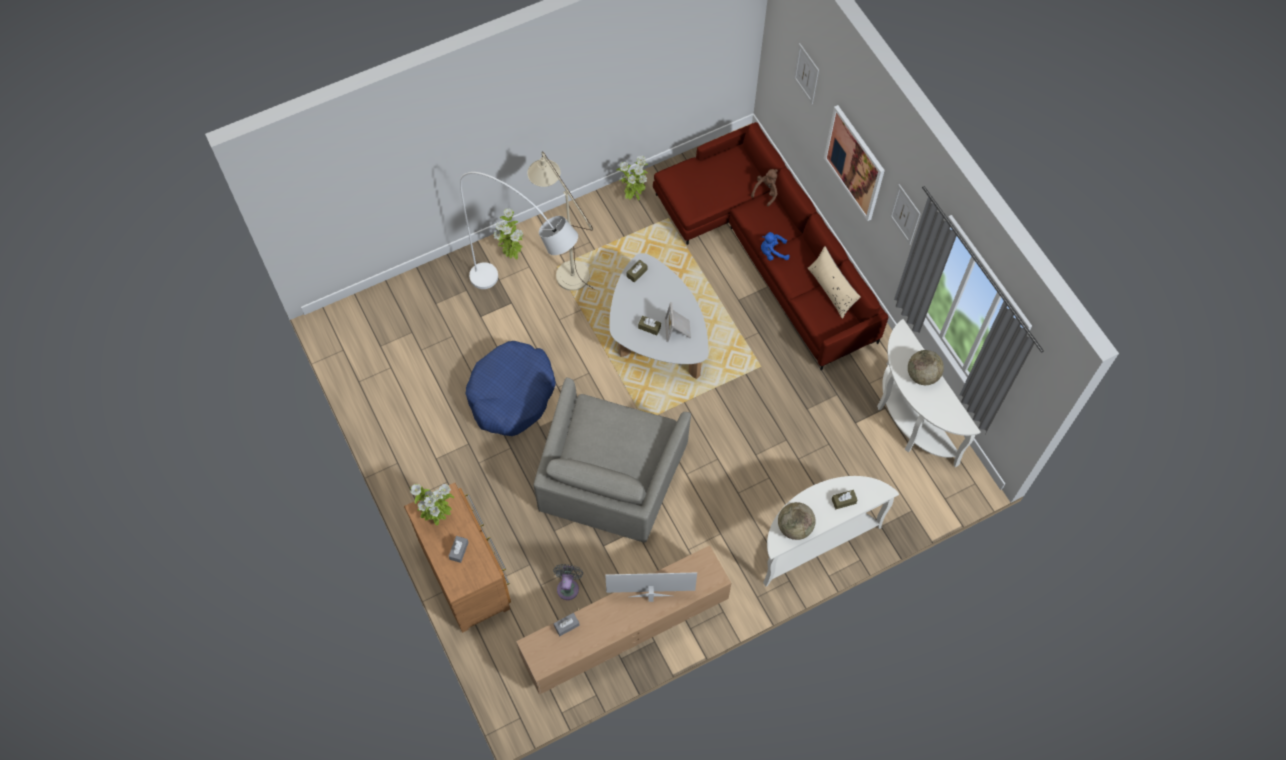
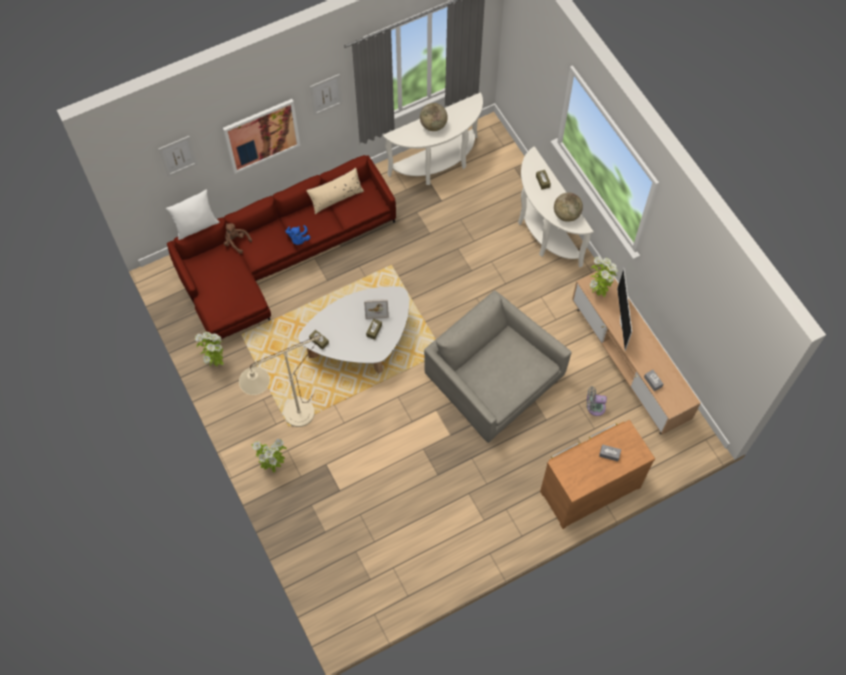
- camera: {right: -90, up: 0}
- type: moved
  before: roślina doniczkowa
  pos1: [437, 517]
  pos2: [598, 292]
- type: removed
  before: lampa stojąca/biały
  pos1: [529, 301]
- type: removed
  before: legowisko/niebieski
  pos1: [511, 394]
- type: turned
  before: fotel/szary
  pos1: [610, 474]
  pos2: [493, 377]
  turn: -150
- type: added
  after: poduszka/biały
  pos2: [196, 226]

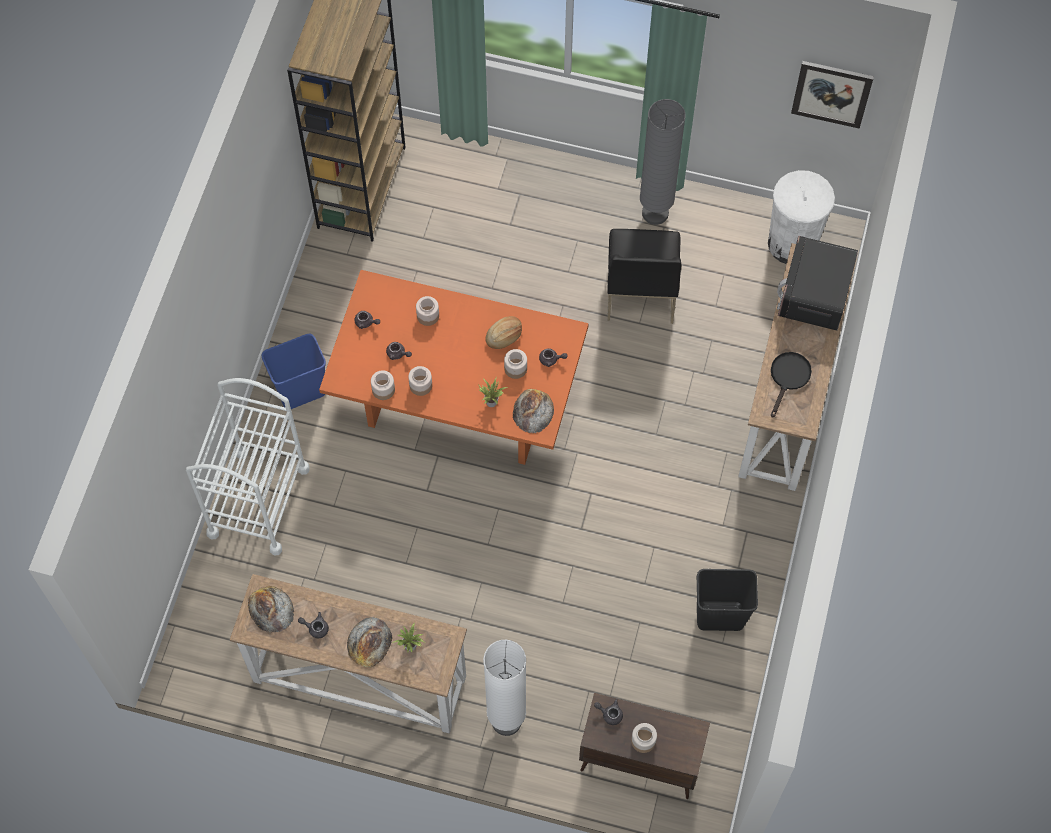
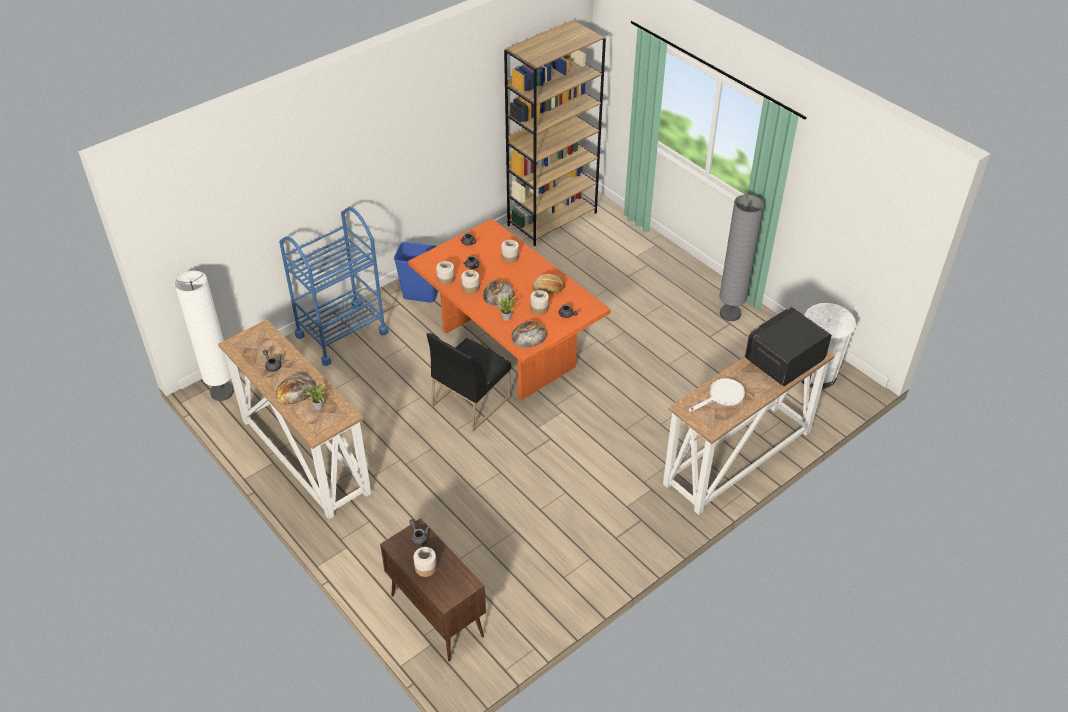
- camera: {right: 35, up: -20}
- type: recoloured
  before: wózek/biały
  after: wózek/niebieski
  pos1: [258, 501]
  pos2: [341, 334]
- type: moved
  before: chleb
  pos1: [270, 609]
  pos2: [498, 294]
- type: moved
  before: lampa stojąca/biały
  pos1: [506, 721]
  pos2: [222, 392]
- type: moved
  before: krzesło/czarny
  pos1: [640, 290]
  pos2: [471, 400]
- type: removed
  before: kosz na śmieci/czarny
  pos1: [719, 617]
- type: recoloured
  before: patelnia/czarny
  after: patelnia/biały
  pos1: [788, 378]
  pos2: [722, 396]
- type: removed
  before: obraz
  pos1: [831, 93]

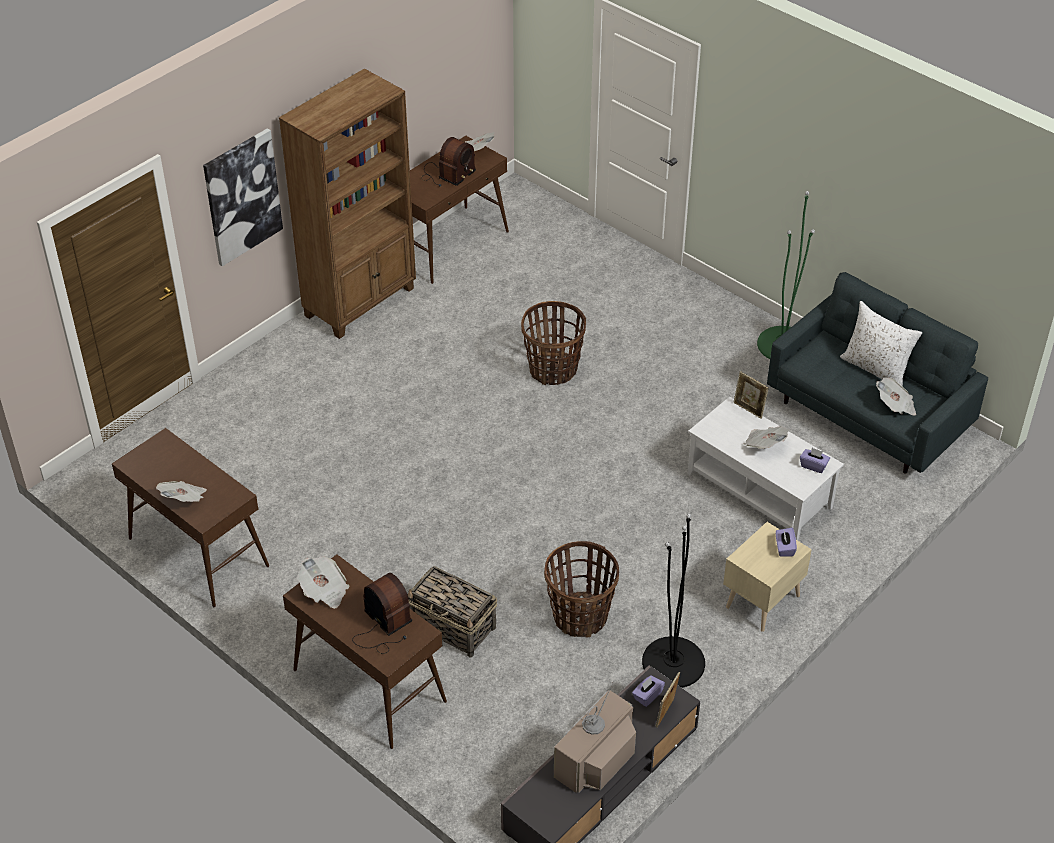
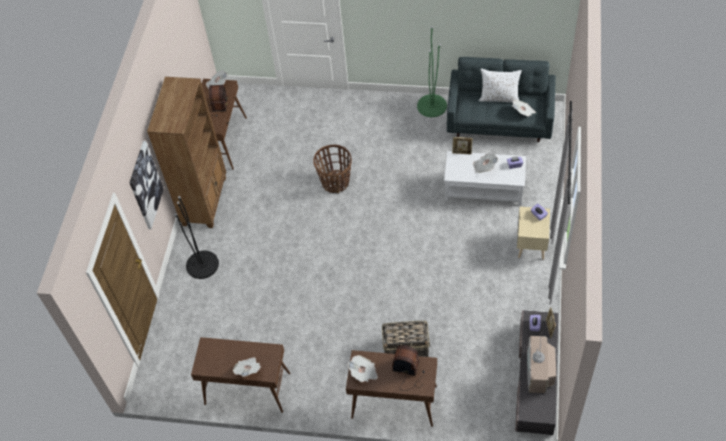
- camera: {right: -30, up: 10}
- type: removed
  before: koszyk
  pos1: [580, 616]
- type: moved
  before: lampa stojąca/czarny
  pos1: [673, 662]
  pos2: [202, 264]

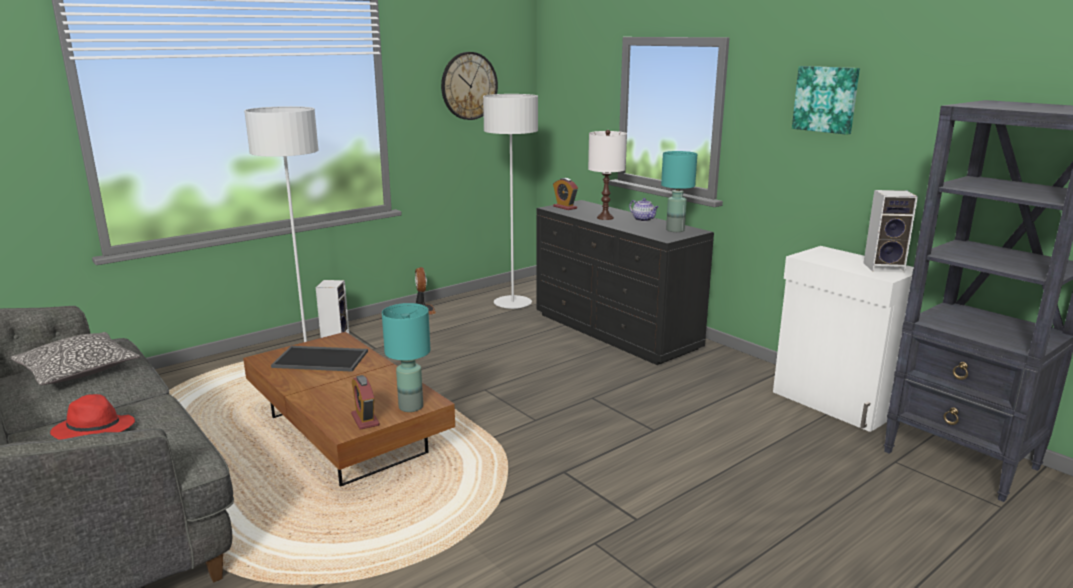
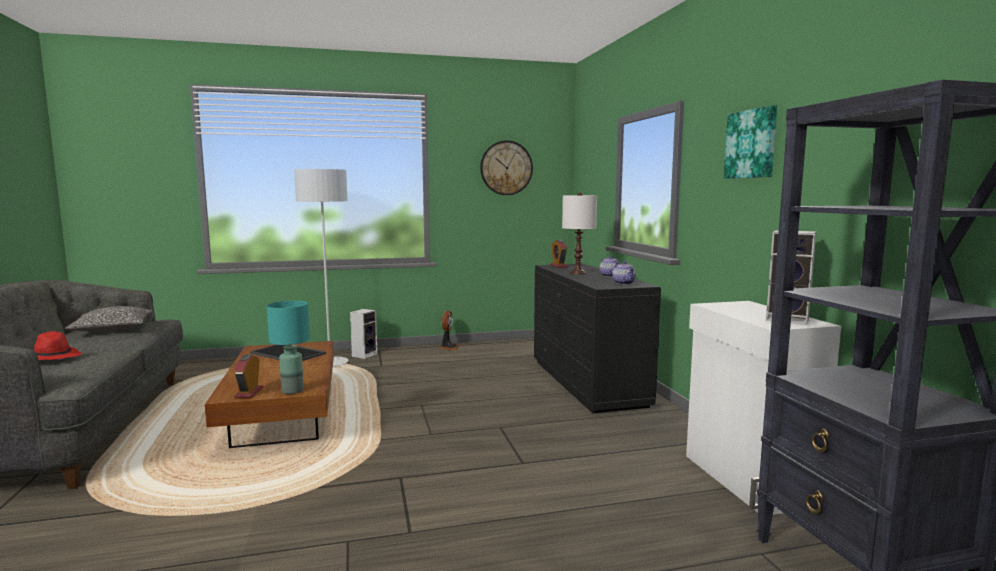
- camera: {right: 25, up: -10}
- type: removed
  before: lampa stojąca/szary
  pos1: [512, 304]
- type: replaced
  before: lampa stołowa/turkusowy
  after: imbryk
  pos1: [675, 230]
  pos2: [624, 283]

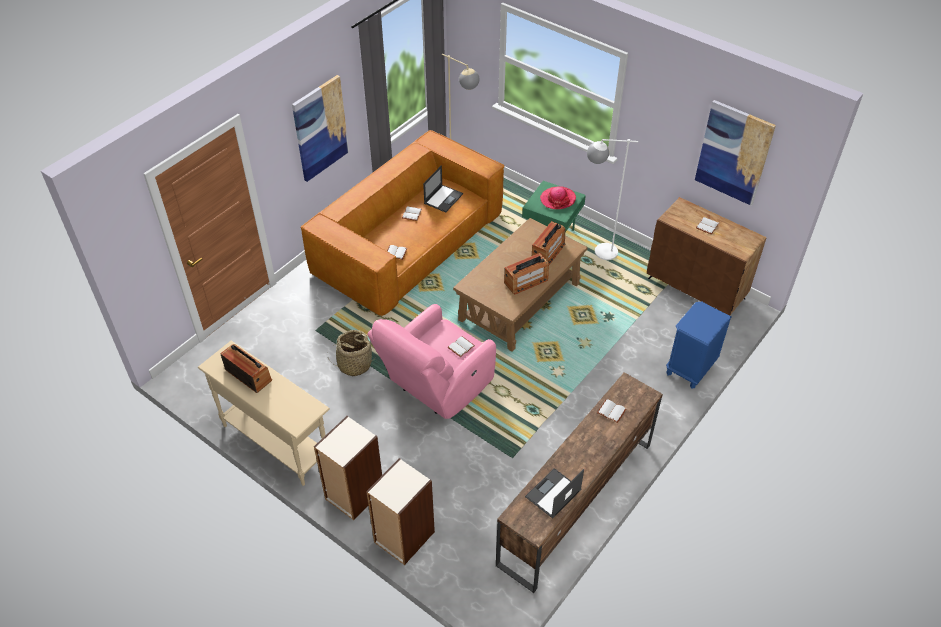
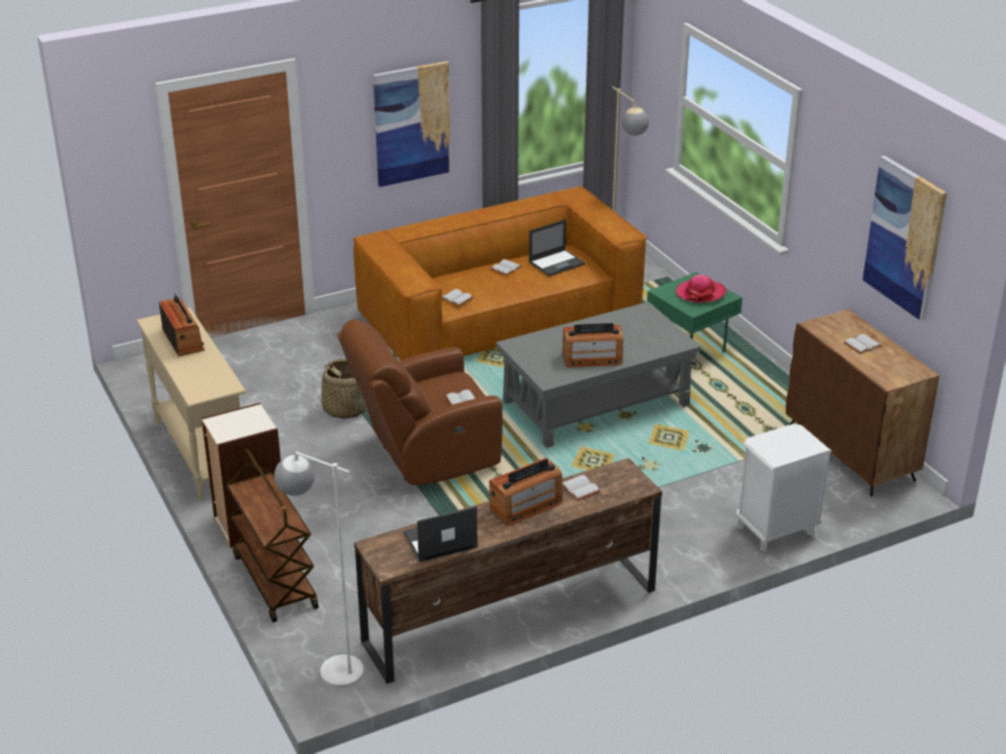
- camera: {right: 25, up: -15}
- type: replaced
  before: regał
  after: wózek/brązowy
  pos1: [403, 537]
  pos2: [274, 581]
- type: recoloured
  before: fotel/różowy
  after: fotel/brązowy
  pos1: [435, 387]
  pos2: [424, 455]
- type: recoloured
  before: ława/brązowy
  after: ława/szary
  pos1: [519, 301]
  pos2: [596, 403]
- type: moved
  before: radio
  pos1: [548, 251]
  pos2: [526, 506]
- type: moved
  before: lampa stojąca/biały
  pos1: [597, 252]
  pos2: [329, 667]
- type: recoloured
  before: szafka nocna/niebieski
  after: szafka nocna/biały
  pos1: [690, 368]
  pos2: [775, 530]

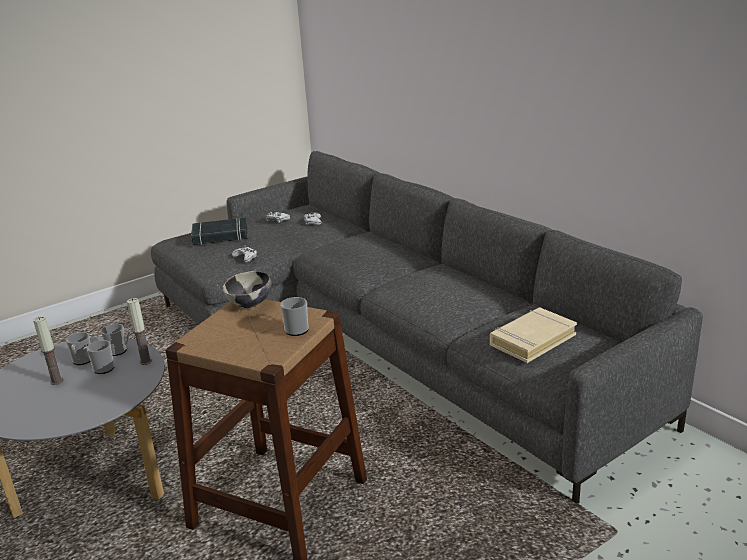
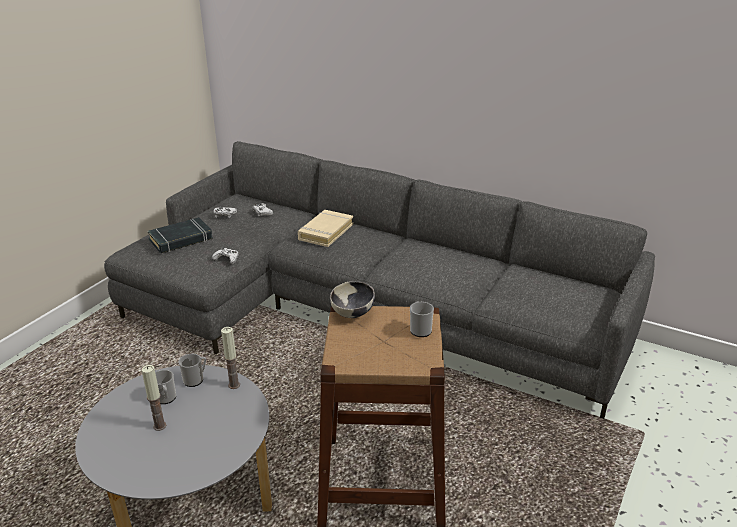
- camera: {right: -25, up: 5}
- type: removed
  before: kubek
  pos1: [101, 368]
- type: moved
  before: książka/beżowy
  pos1: [532, 340]
  pos2: [325, 232]

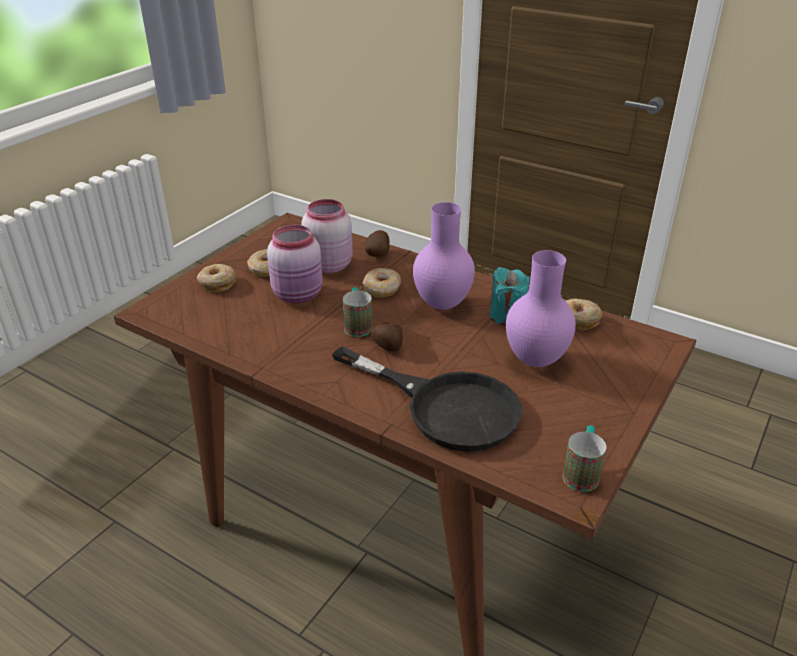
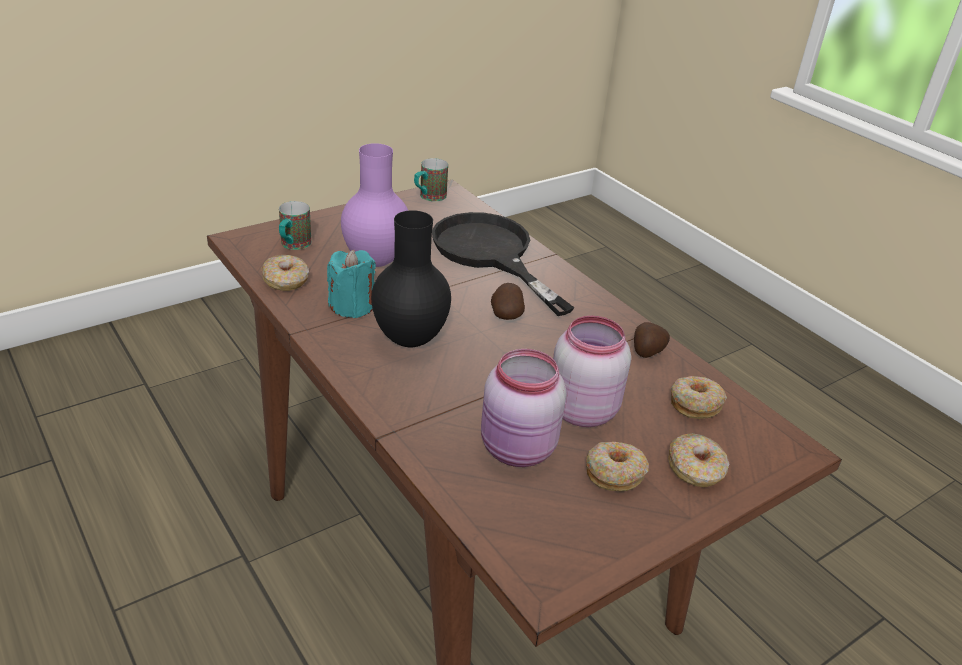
- camera: {right: -160, up: 0}
- type: moved
  before: kubek
  pos1: [357, 325]
  pos2: [293, 246]
- type: moved
  before: donut
  pos1: [382, 289]
  pos2: [695, 404]
- type: moved
  before: ziemniak
  pos1: [378, 253]
  pos2: [647, 352]
- type: recoloured
  before: wazon/fioletowy
  after: wazon/czarny
  pos1: [443, 305]
  pos2: [409, 339]

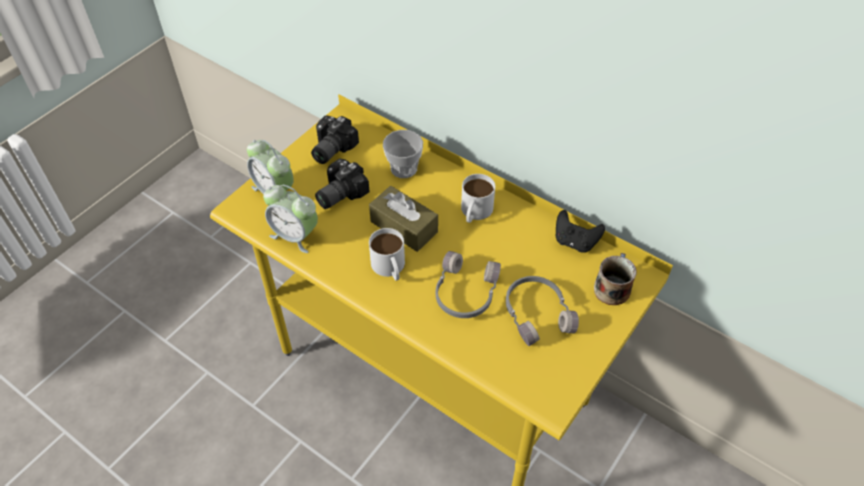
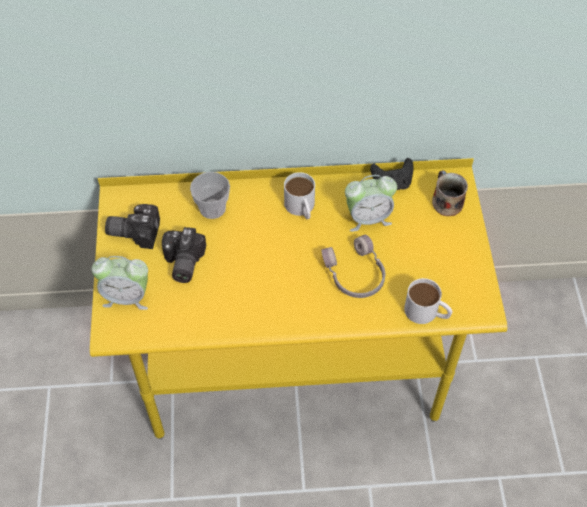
- camera: {right: -40, up: 5}
- type: moved
  before: budzik
  pos1: [295, 235]
  pos2: [368, 218]
- type: turned
  before: aparat fotograficzny
  pos1: [330, 149]
  pos2: [134, 230]
  turn: 105
- type: removed
  before: pudełko chusteczek/brązowy
  pos1: [404, 227]
- type: moved
  before: kubek/biały
  pos1: [390, 268]
  pos2: [427, 312]
- type: removed
  before: słuchawki/szary
  pos1: [537, 314]

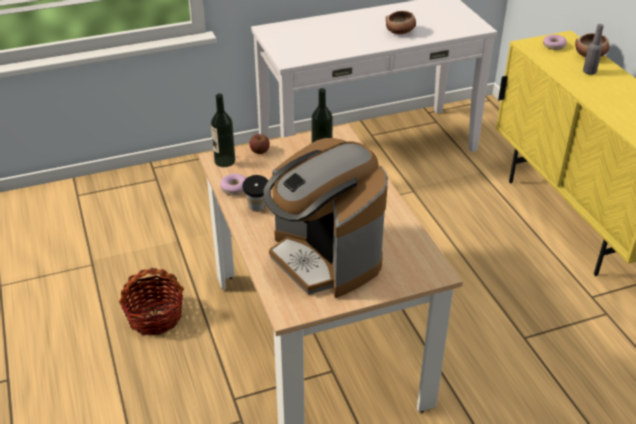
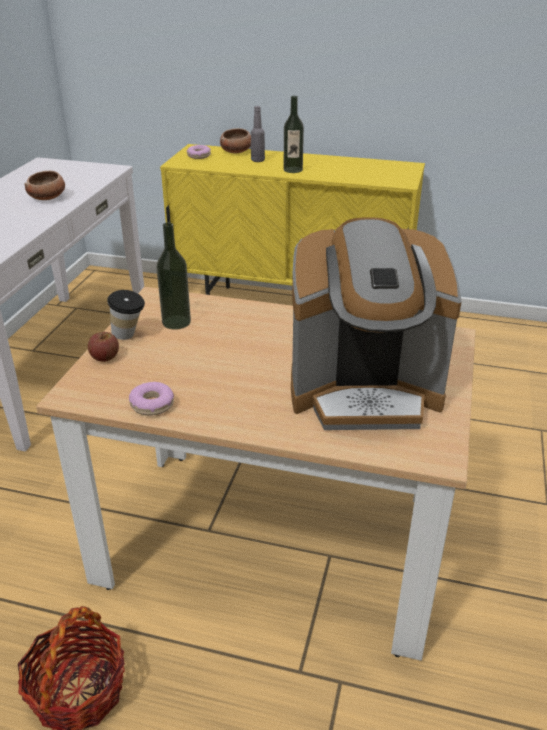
- camera: {right: -55, up: -5}
- type: moved
  before: butelka
  pos1: [225, 161]
  pos2: [293, 170]
- type: moved
  before: filiżanka
  pos1: [257, 209]
  pos2: [129, 336]

